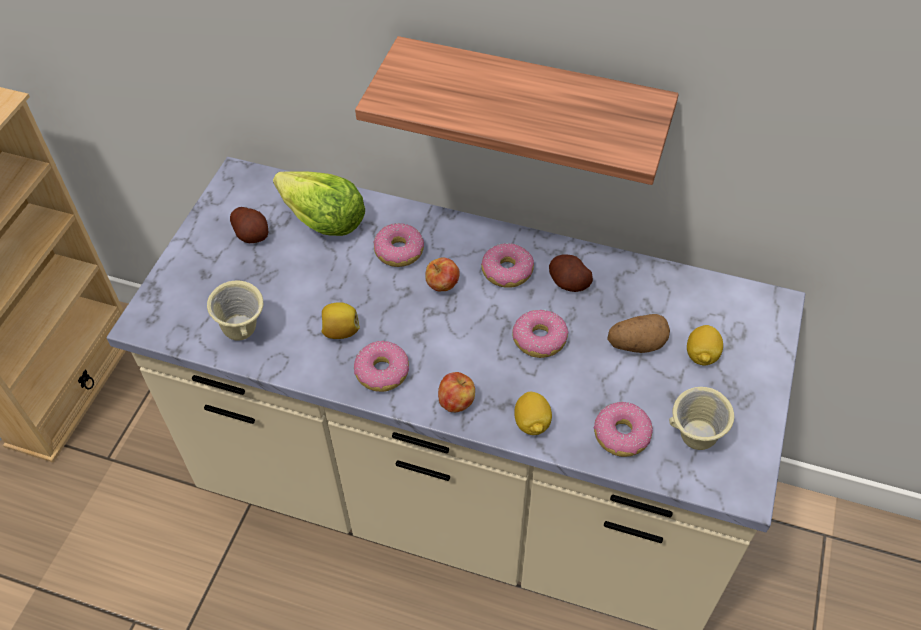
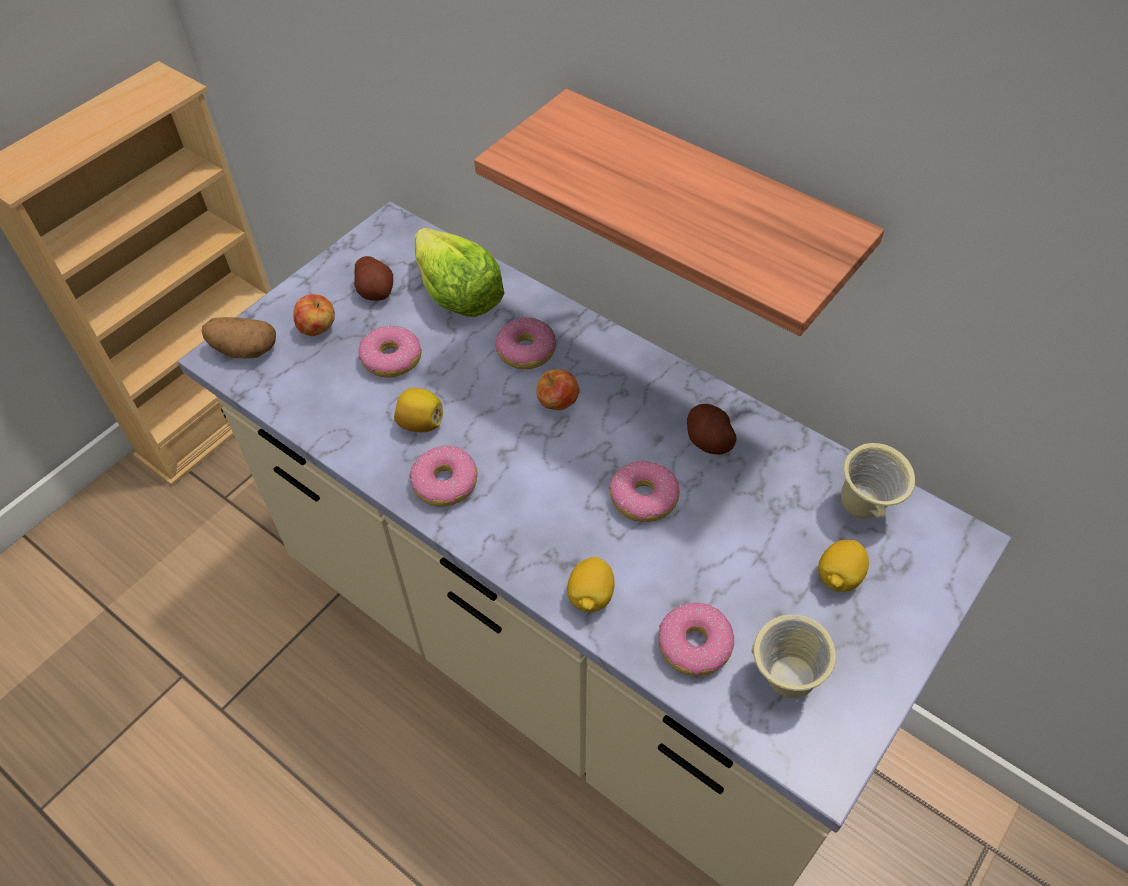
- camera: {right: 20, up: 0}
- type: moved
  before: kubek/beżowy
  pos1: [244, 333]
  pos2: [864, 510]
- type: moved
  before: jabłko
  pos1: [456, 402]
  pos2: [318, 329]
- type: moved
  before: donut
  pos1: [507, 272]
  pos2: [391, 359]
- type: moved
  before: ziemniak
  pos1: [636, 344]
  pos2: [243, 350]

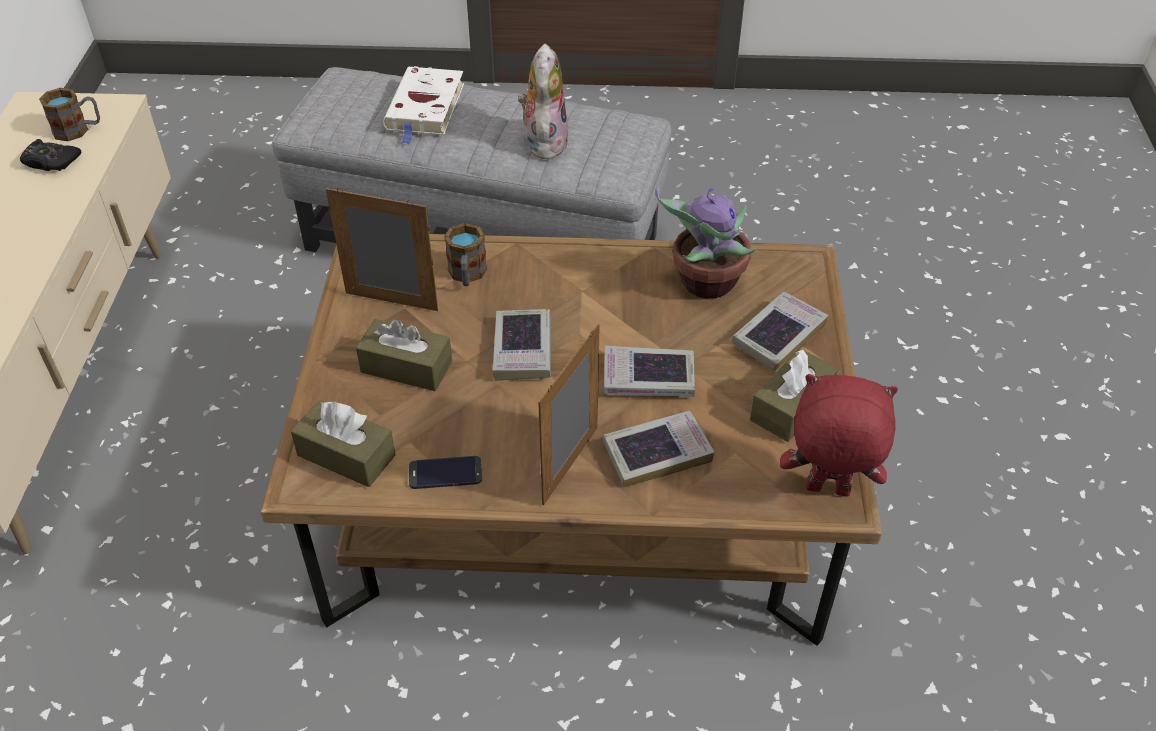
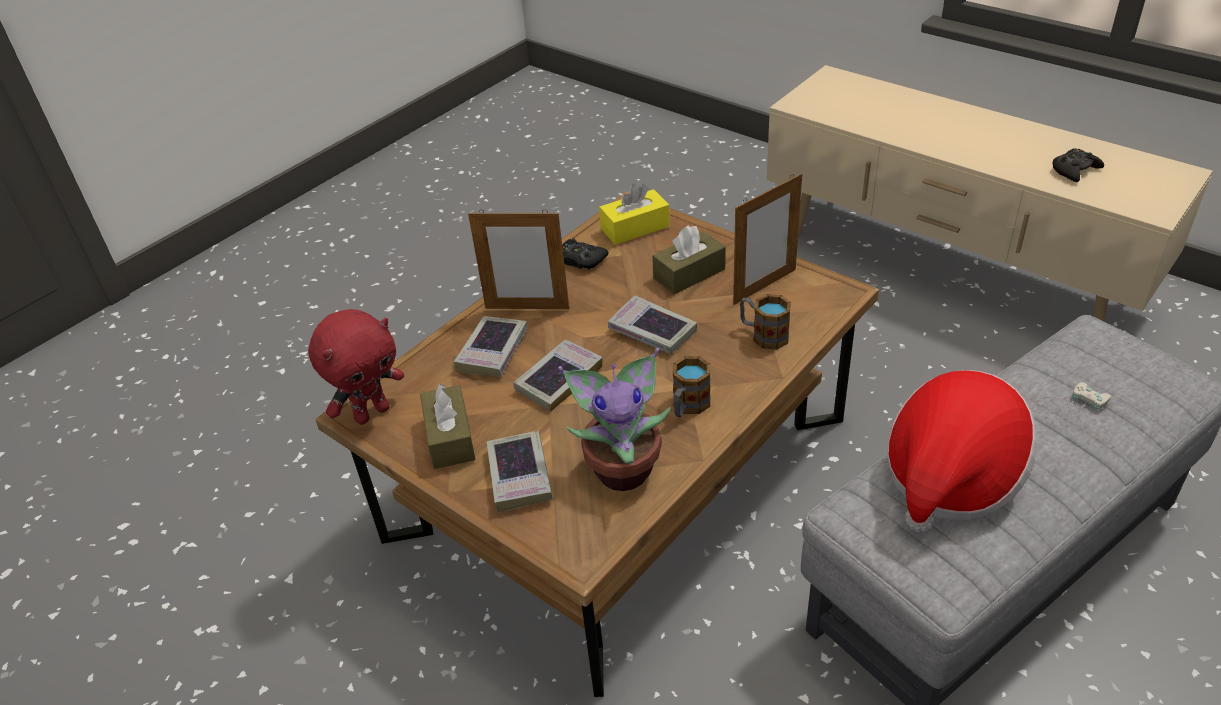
- camera: {right: 130, up: -5}
- type: moved
  before: kubek
  pos1: [78, 130]
  pos2: [688, 406]
- type: recoloured
  before: pudełko chusteczek/brązowy
  after: pudełko chusteczek/żółty
  pos1: [346, 455]
  pos2: [635, 228]
- type: replaced
  before: książka/biały
  after: pad do gier/biały
  pos1: [425, 109]
  pos2: [1071, 410]
- type: replaced
  before: telefon
  after: pad do gier/czarny
  pos1: [445, 473]
  pos2: [580, 260]
- type: replaced
  before: pluszak
  after: kapelusz
  pos1: [544, 142]
  pos2: [950, 477]
- type: turned
  before: ramka na zdjęcie
  pos1: [570, 465]
  pos2: [527, 308]
  turn: 120

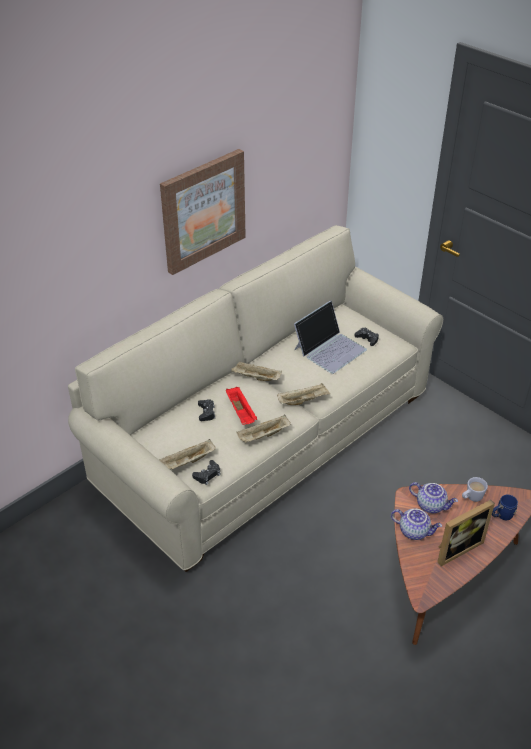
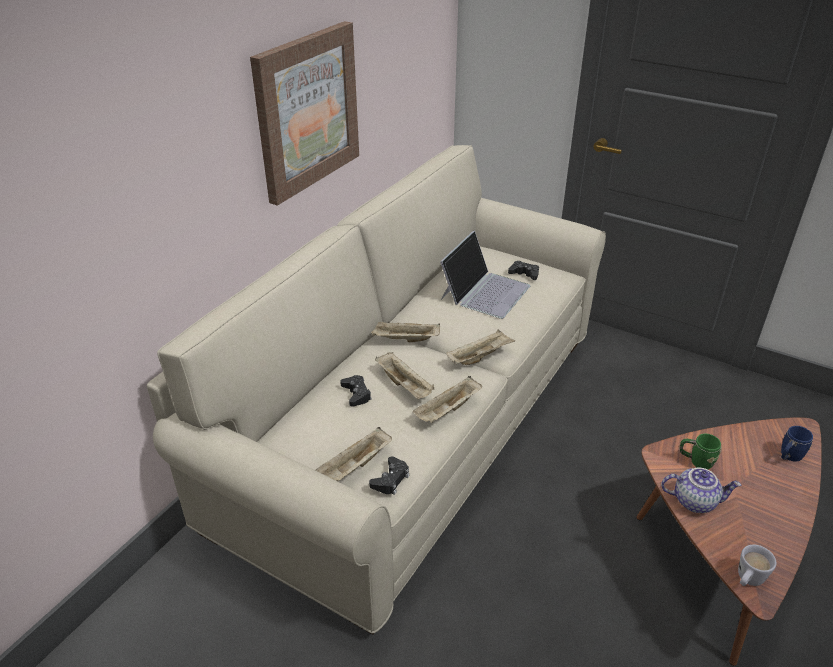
- camera: {right: -15, up: -5}
- type: recoloured
  before: taca/czerwony
  after: taca/beżowy
  pos1: [241, 412]
  pos2: [405, 385]
- type: replaced
  before: imbryk
  after: kubek/zielony
  pos1: [431, 505]
  pos2: [696, 461]
- type: removed
  before: ramka na zdjęcie
  pos1: [456, 547]
- type: moved
  before: kubek/biały
  pos1: [471, 498]
  pos2: [747, 580]

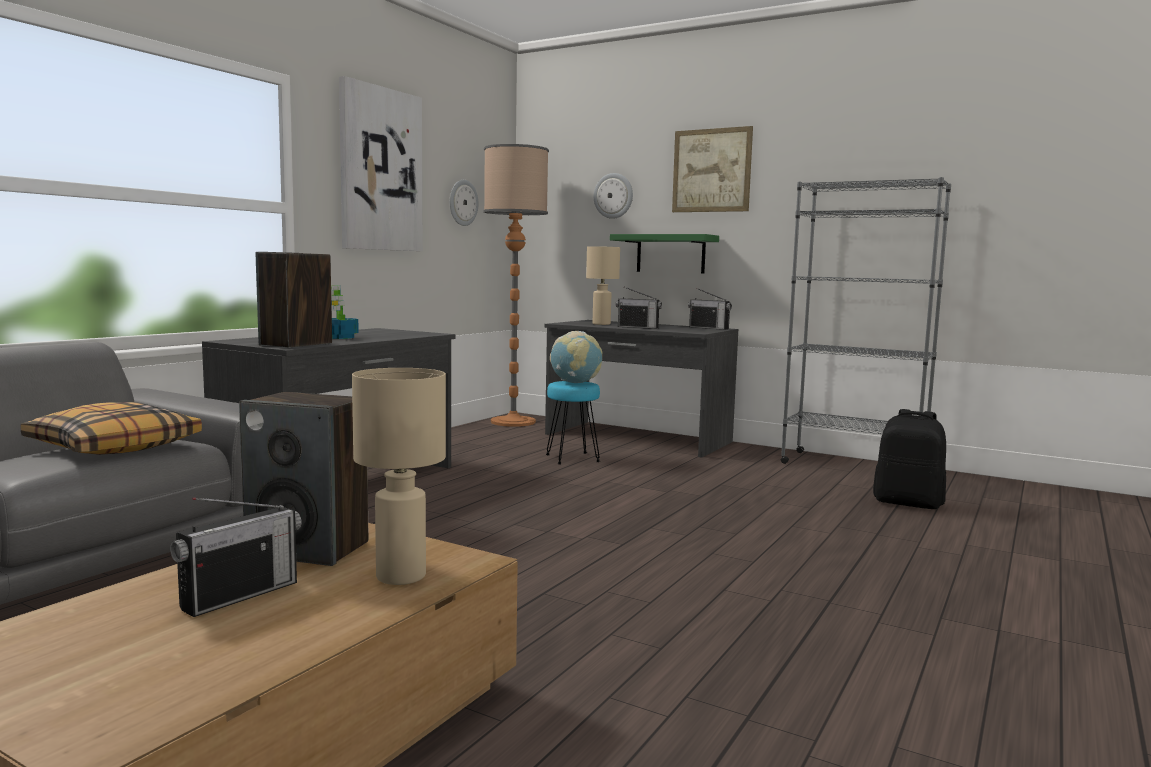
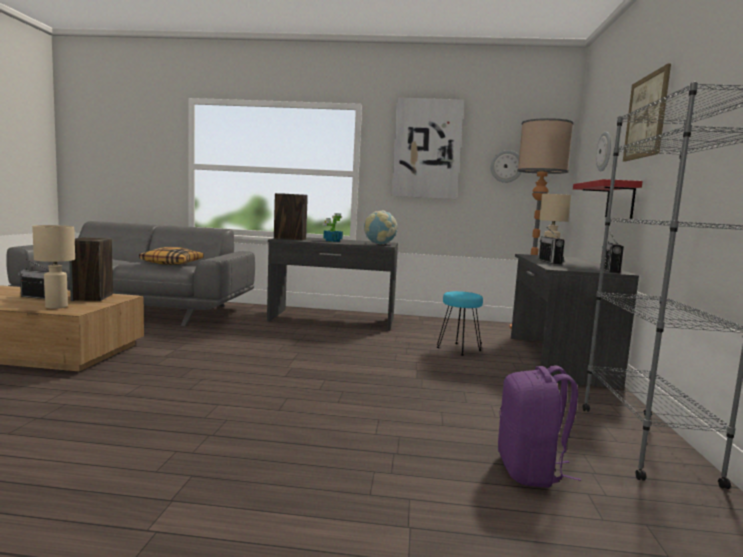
- camera: {right: 65, up: 0}
- type: moved
  before: globus
  pos1: [575, 383]
  pos2: [379, 244]
- type: recoloured
  before: półka/zielony
  after: półka/czerwony
  pos1: [670, 254]
  pos2: [620, 200]
- type: recoloured
  before: plecak/czarny
  after: plecak/fioletowy
  pos1: [908, 503]
  pos2: [531, 471]

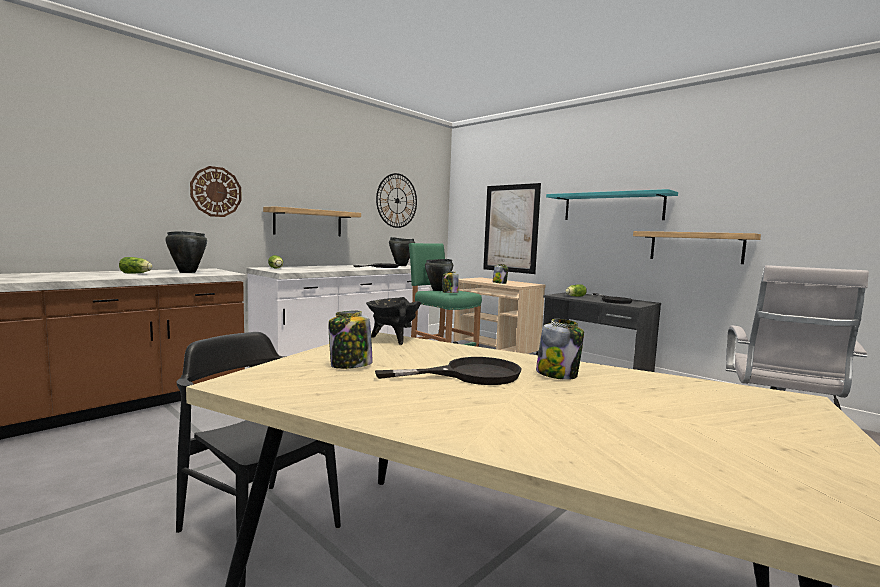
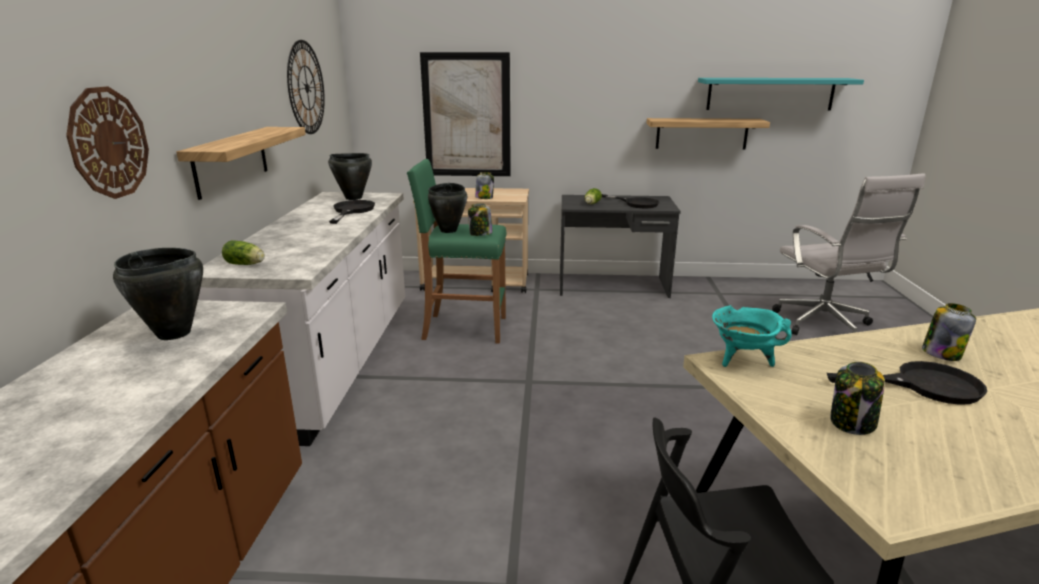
- camera: {right: -40, up: 15}
- type: removed
  before: sałata
  pos1: [137, 273]
- type: recoloured
  before: garnek/czarny
  after: garnek/turkusowy
  pos1: [393, 339]
  pos2: [742, 360]
- type: turned
  before: patelnia/czarny
  pos1: [469, 375]
  pos2: [923, 385]
  turn: 60
- type: moved
  before: półka/turkusowy
  pos1: [612, 207]
  pos2: [770, 94]

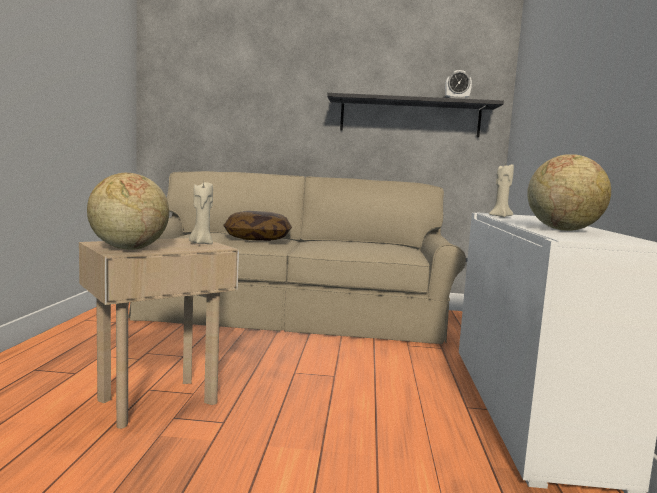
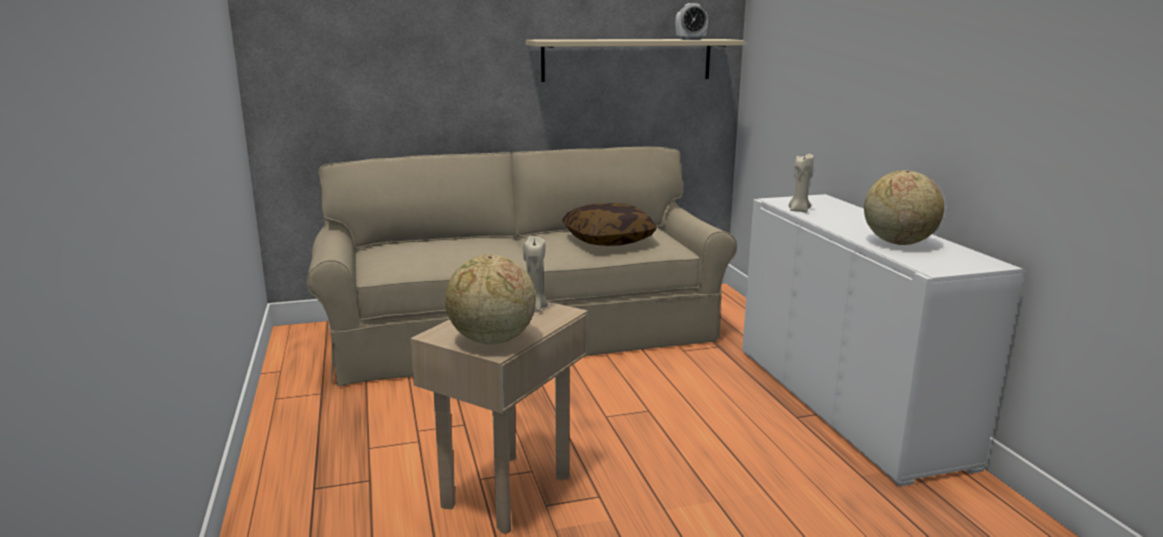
- camera: {right: -20, up: 10}
- type: moved
  before: poduszka
  pos1: [257, 238]
  pos2: [608, 240]
- type: recoloured
  before: półka/czarny
  after: półka/beżowy
  pos1: [410, 118]
  pos2: [627, 59]

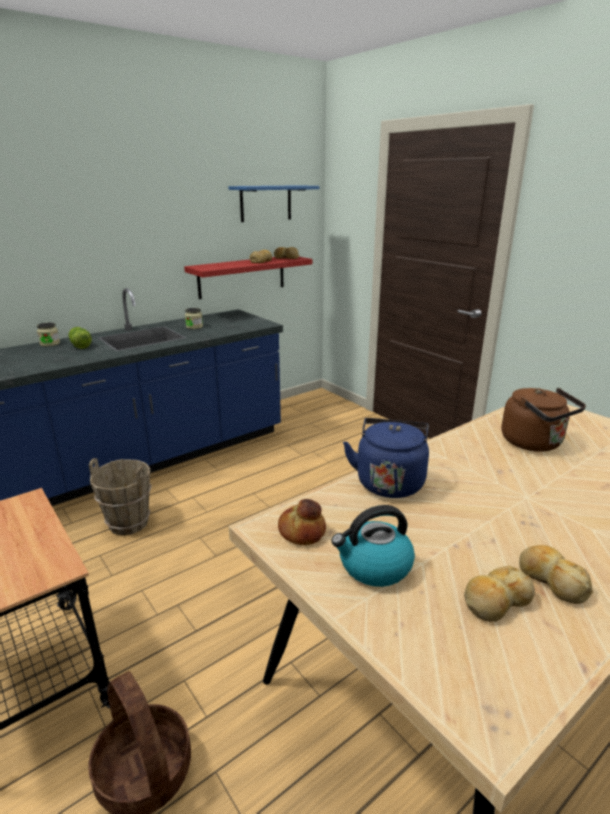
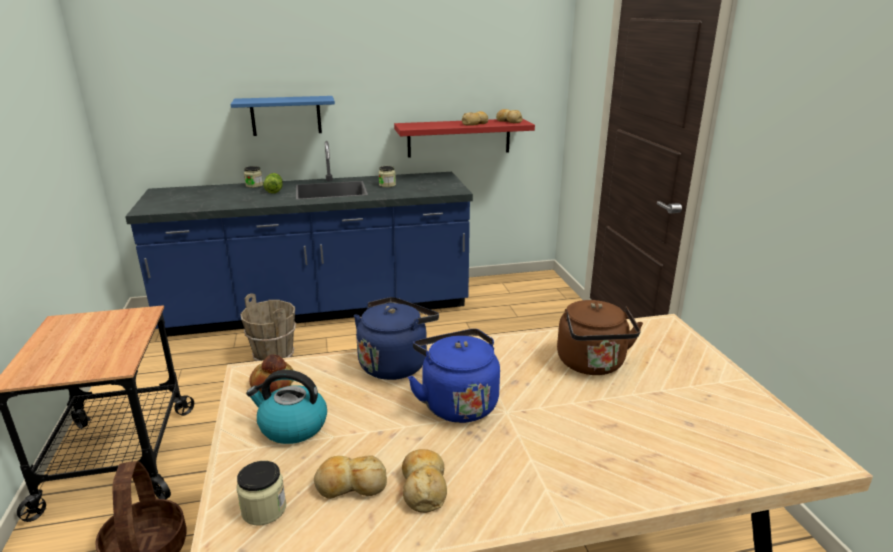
- camera: {right: 25, up: 0}
- type: moved
  before: półka/niebieski
  pos1: [265, 203]
  pos2: [286, 115]
- type: added
  after: słoik
  pos2: [264, 509]
- type: added
  after: czajnik/niebieski
  pos2: [457, 402]

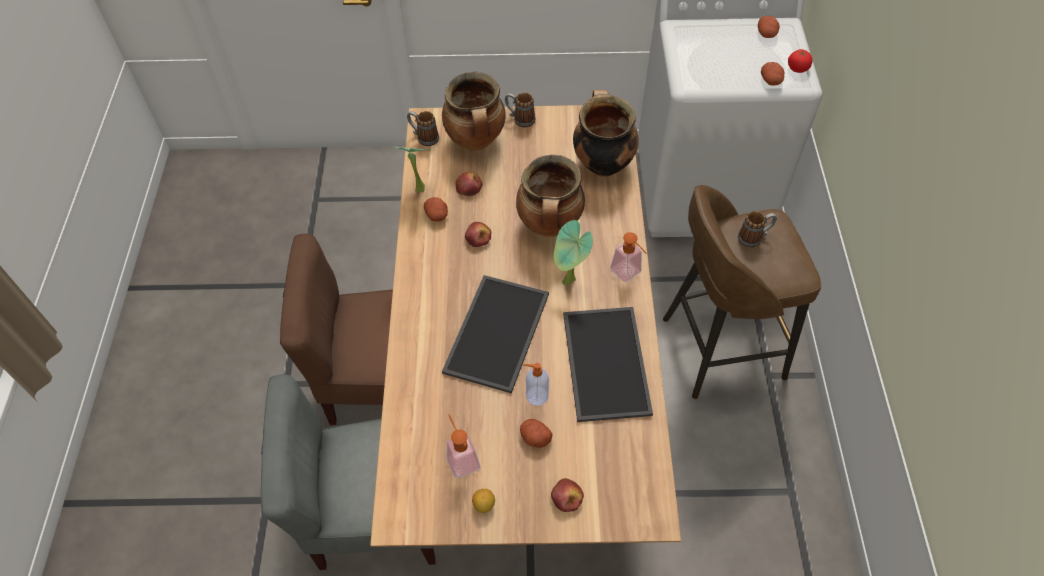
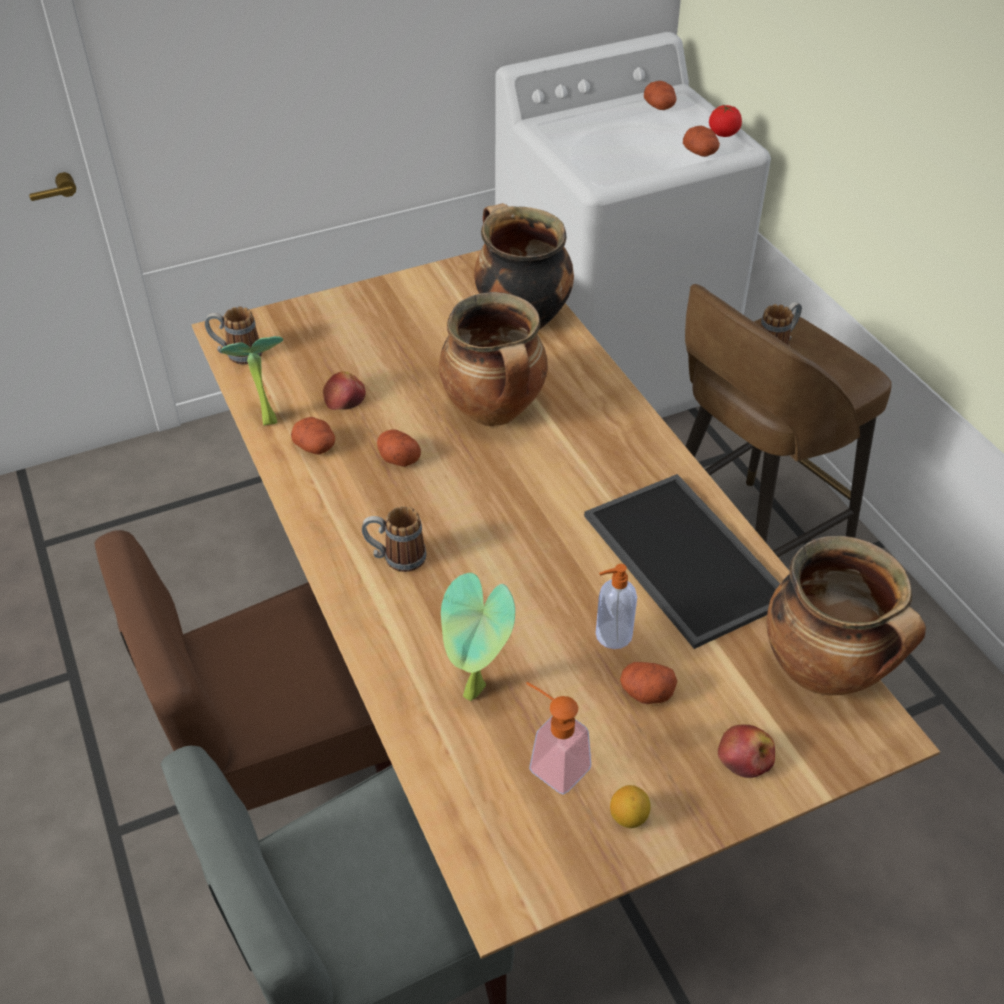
- camera: {right: -25, up: -10}
- type: moved
  before: garnek
  pos1: [476, 141]
  pos2: [825, 671]
- type: removed
  before: taca
  pos1: [495, 331]
- type: replaced
  before: jabłko
  after: ziemniak
  pos1: [478, 238]
  pos2: [397, 458]
- type: moved
  before: kubek
  pos1: [520, 119]
  pos2: [396, 558]
- type: moved
  before: roślina doniczkowa
  pos1: [569, 283]
  pos2: [476, 695]
- type: removed
  before: dozownik mydła
  pos1: [629, 274]

